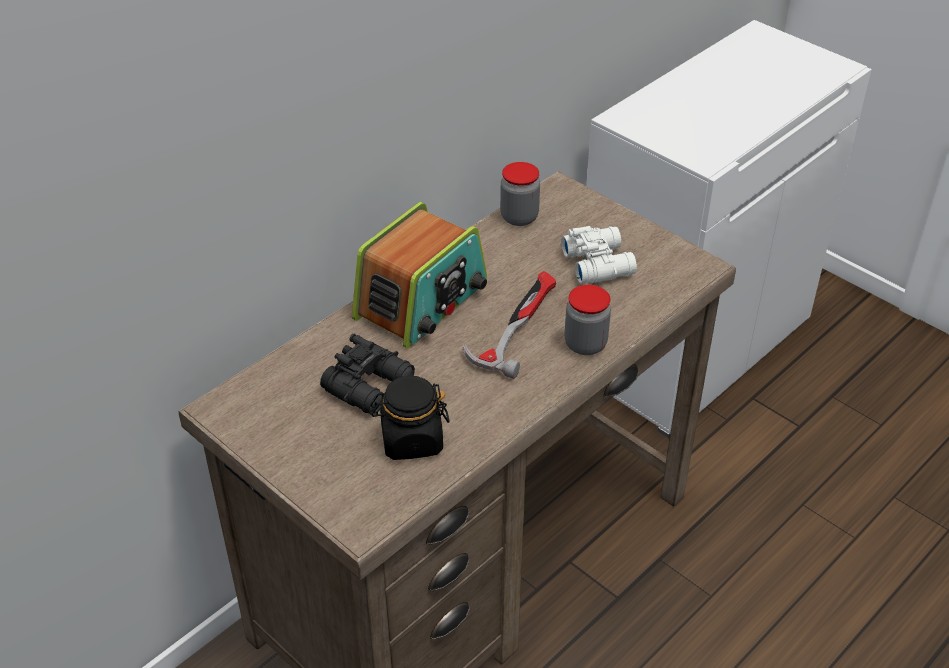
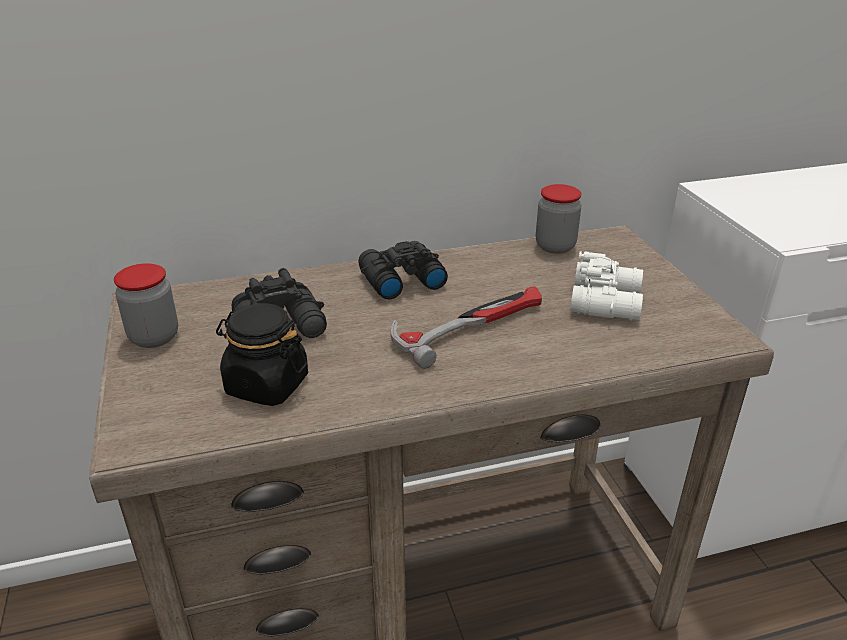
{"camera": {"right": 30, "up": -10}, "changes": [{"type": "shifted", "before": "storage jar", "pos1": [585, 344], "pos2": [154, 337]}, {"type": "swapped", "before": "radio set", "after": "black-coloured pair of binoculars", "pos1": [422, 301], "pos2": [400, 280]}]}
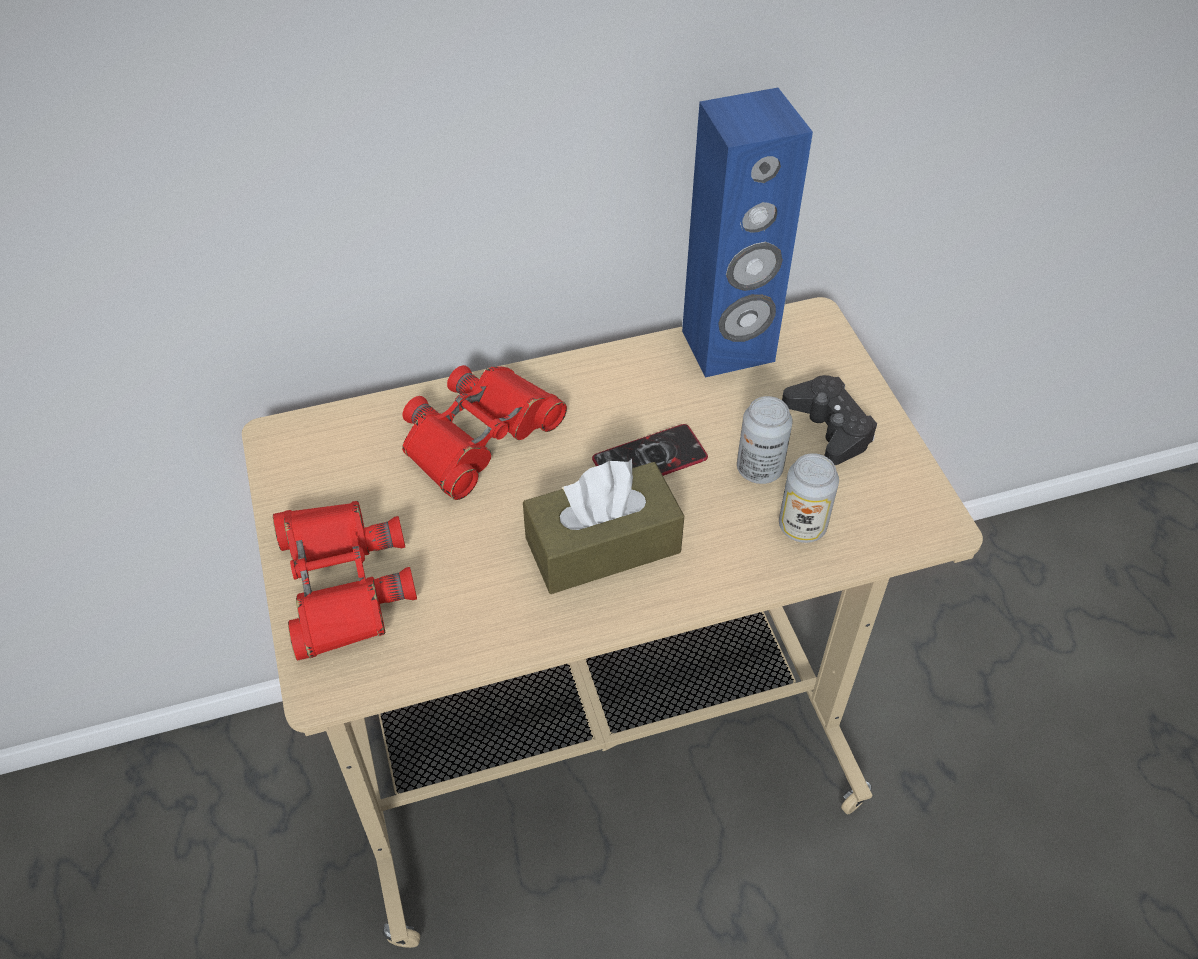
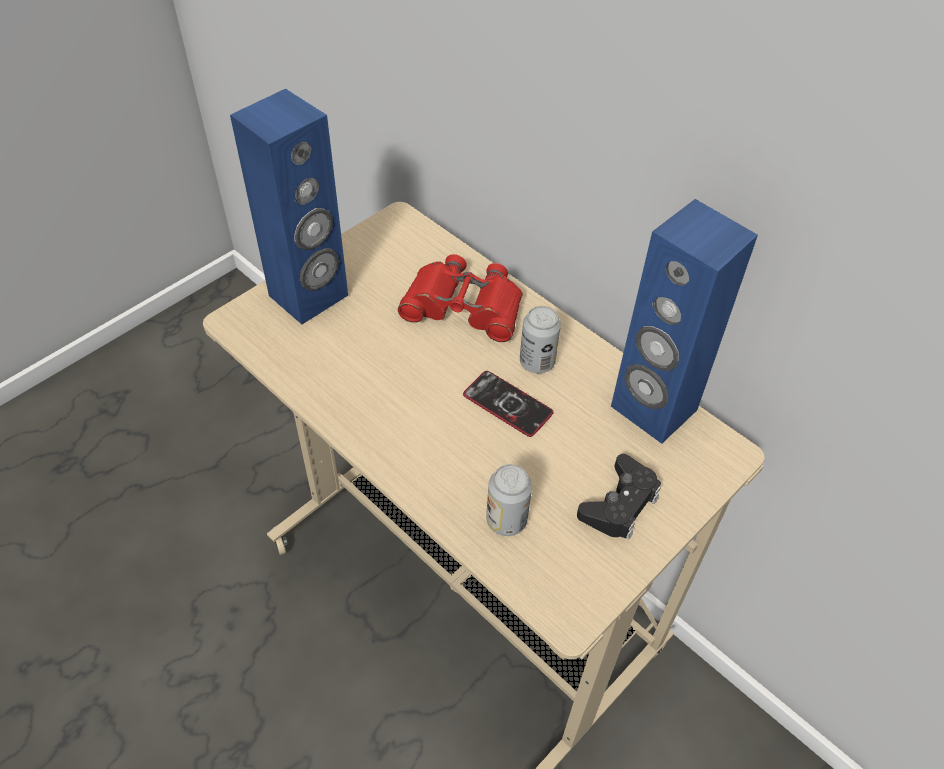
{"camera": {"right": 60, "up": 0}, "changes": [{"type": "gone", "before": "brown tissue holder", "pos1": [603, 545]}, {"type": "shifted", "before": "sealed can", "pos1": [759, 469], "pos2": [537, 362]}, {"type": "swapped", "before": "red pair of binoculars", "after": "blue-coloured loudspeaker", "pos1": [342, 583], "pos2": [309, 296]}]}
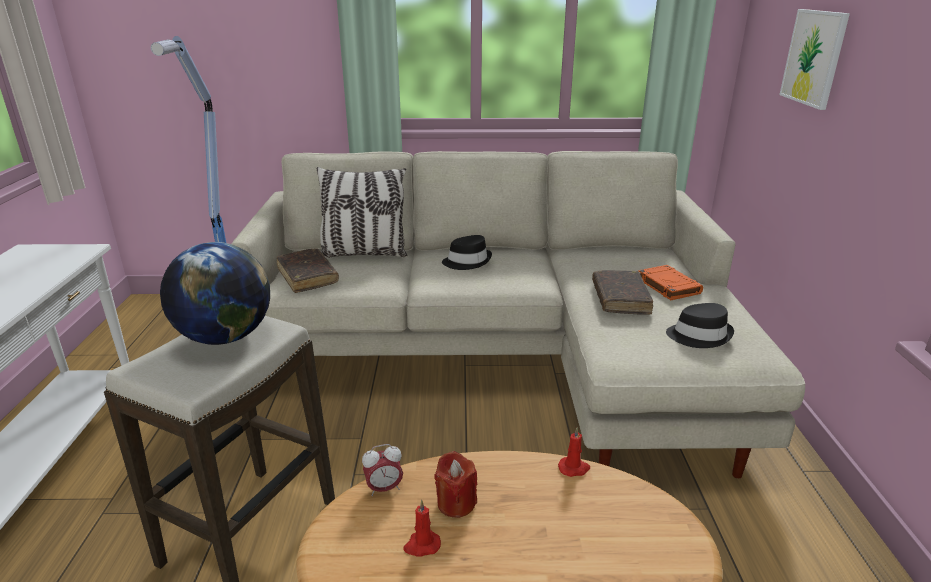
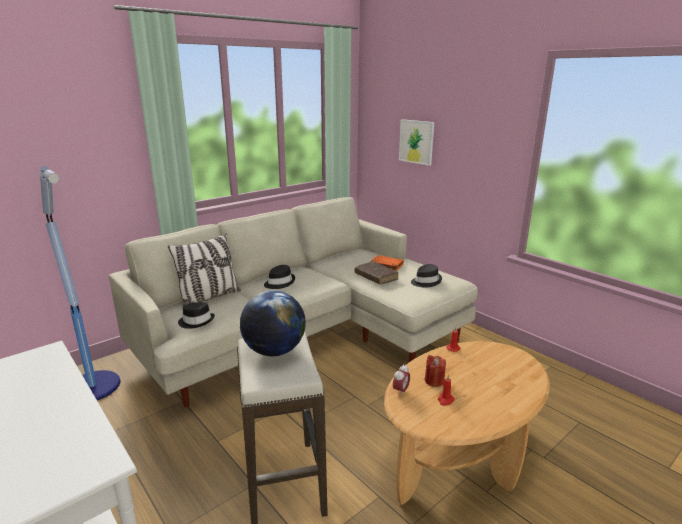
{"camera": {"right": -40, "up": -5}, "changes": [{"type": "swapped", "before": "brown book", "after": "black-coloured hat", "pos1": [307, 277], "pos2": [196, 321]}]}
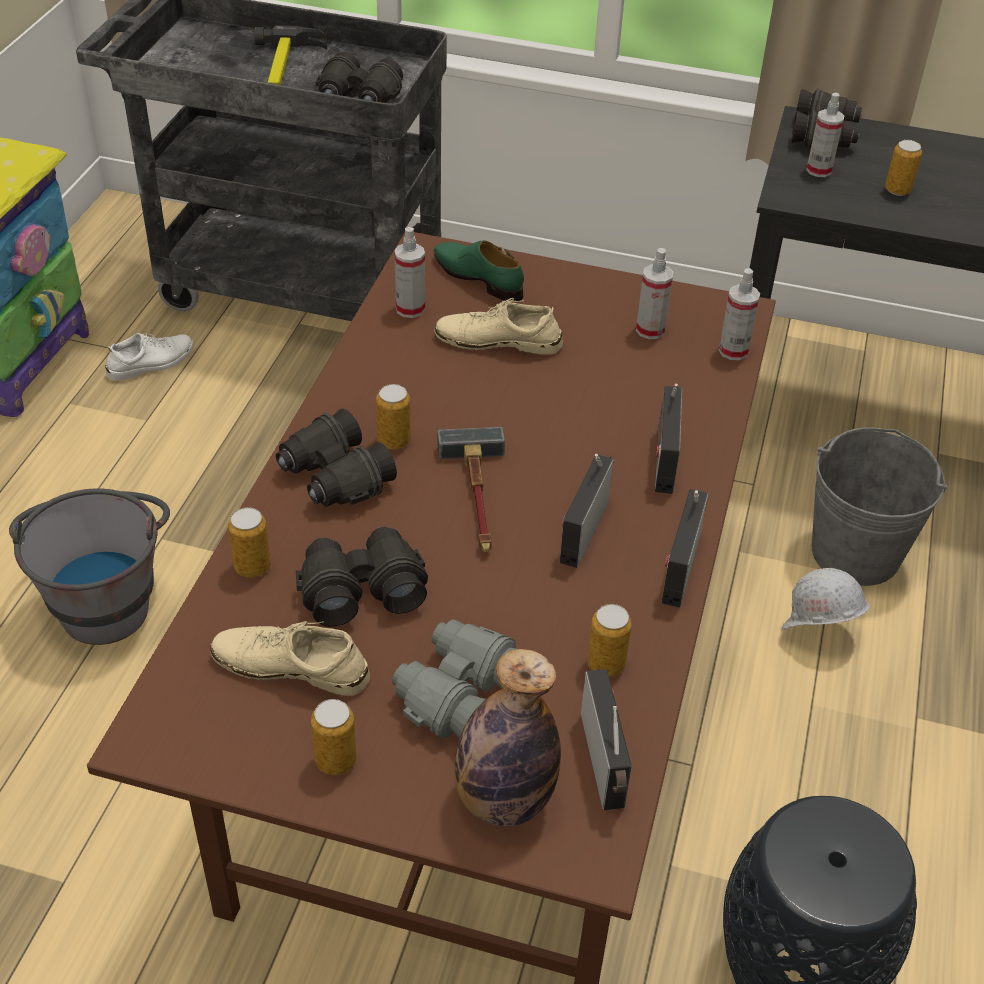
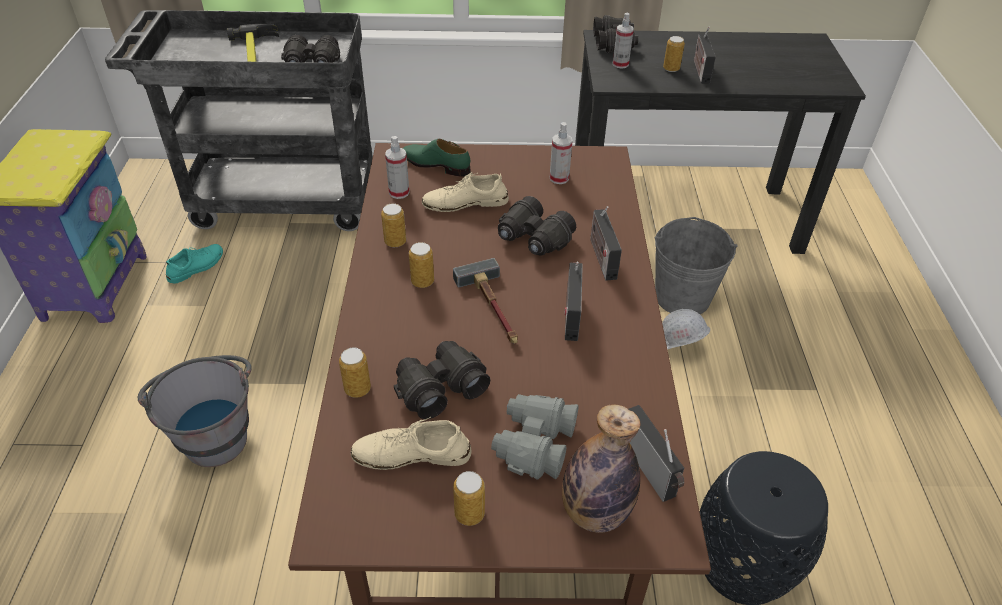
{"camera": {"right": -15, "up": 0}, "changes": [{"type": "gone", "before": "hand sprayer", "pos1": [733, 351]}, {"type": "shifted", "before": "black-coloured pair of binoculars", "pos1": [334, 477], "pos2": [533, 239]}, {"type": "shifted", "before": "sealed can", "pos1": [606, 664], "pos2": [395, 242]}, {"type": "shifted", "before": "radio set", "pos1": [680, 564], "pos2": [700, 70]}, {"type": "repainted", "before": "white item of footwear", "after": "turquoise-coloured item of footwear", "pos1": [151, 362], "pos2": [196, 267]}]}
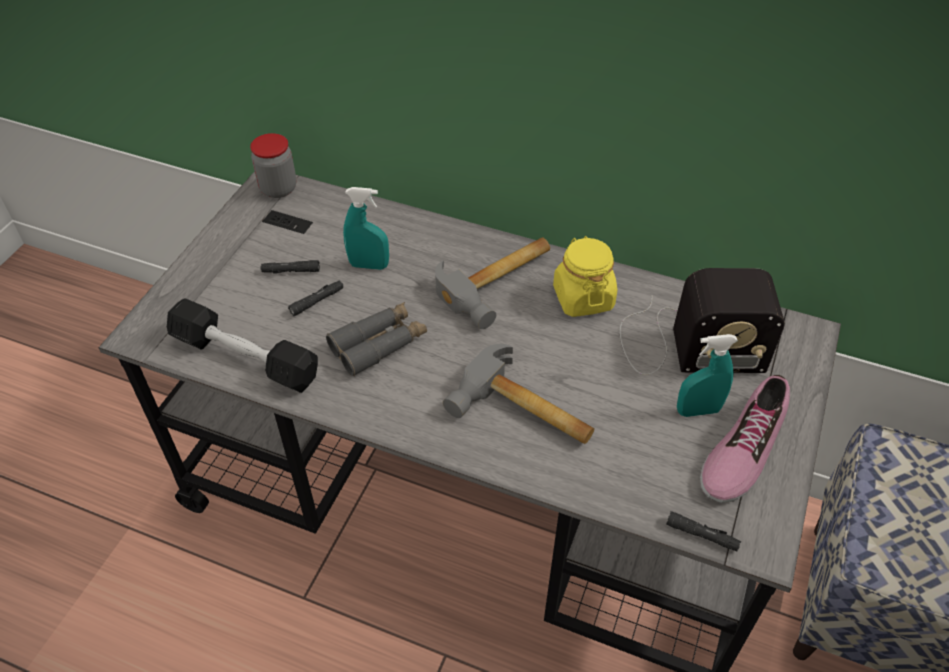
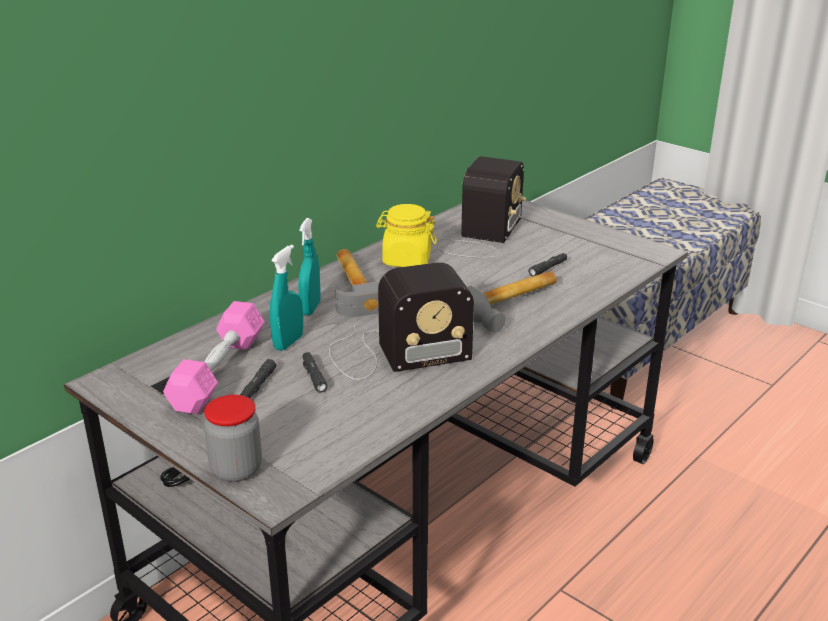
{"camera": {"right": -70, "up": -20}, "changes": [{"type": "gone", "before": "black-coloured free weight", "pos1": [245, 358]}, {"type": "gone", "before": "item of footwear", "pos1": [742, 448]}, {"type": "new", "after": "pink-coloured free weight", "pos2": [218, 372]}, {"type": "shifted", "before": "storage jar", "pos1": [278, 188], "pos2": [236, 469]}, {"type": "shifted", "before": "black-coloured torch", "pos1": [702, 535], "pos2": [548, 268]}, {"type": "shifted", "before": "turquoise-coloured hand sprayer", "pos1": [698, 410], "pos2": [310, 308]}, {"type": "swapped", "before": "greyish pair of binoculars", "after": "radio set", "pos1": [379, 344], "pos2": [393, 353]}]}
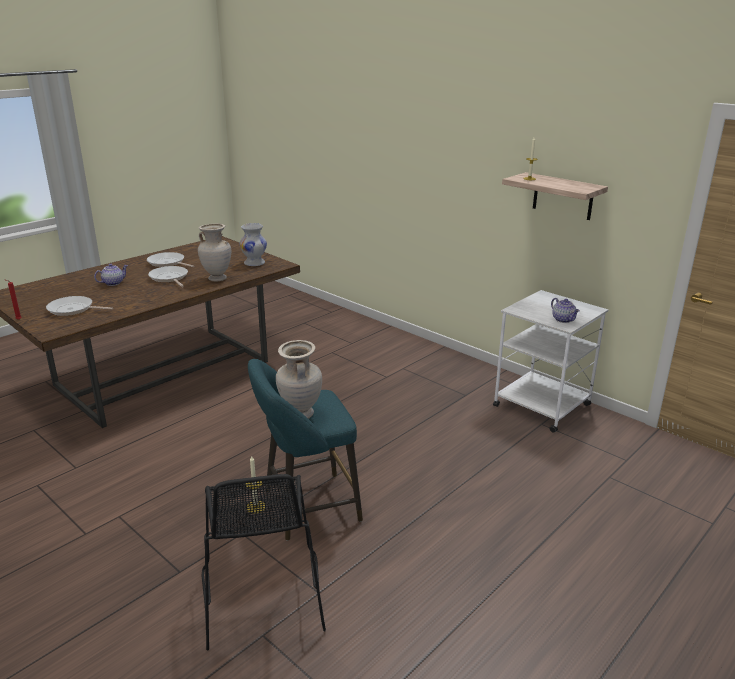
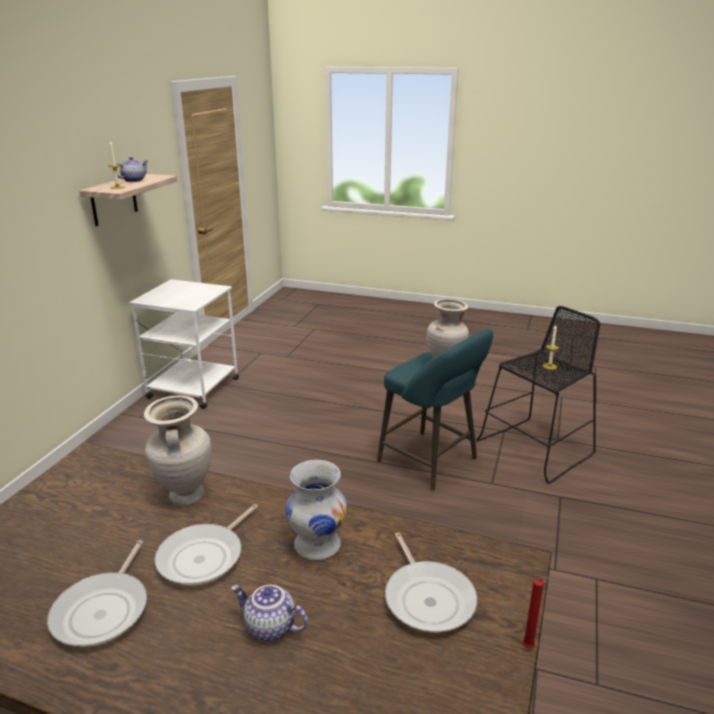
{"camera": {"right": -115, "up": 0}, "changes": [{"type": "shifted", "before": "white flower vase", "pos1": [254, 263], "pos2": [317, 545]}, {"type": "shifted", "before": "pot for tea", "pos1": [563, 320], "pos2": [133, 180]}]}
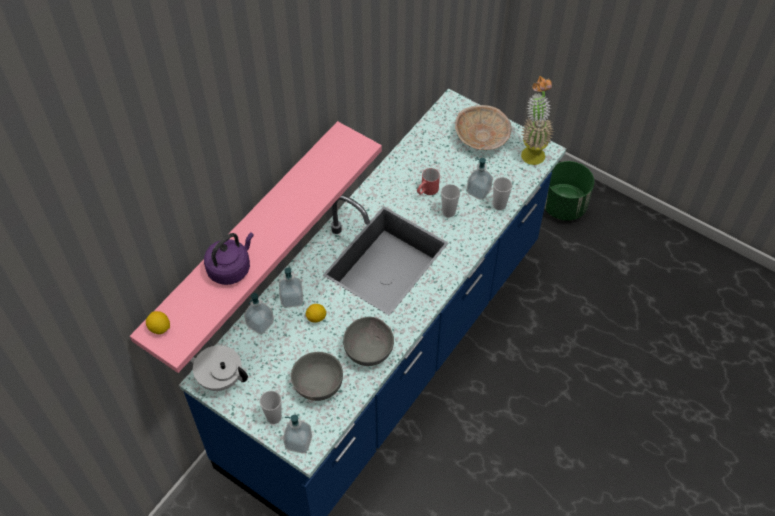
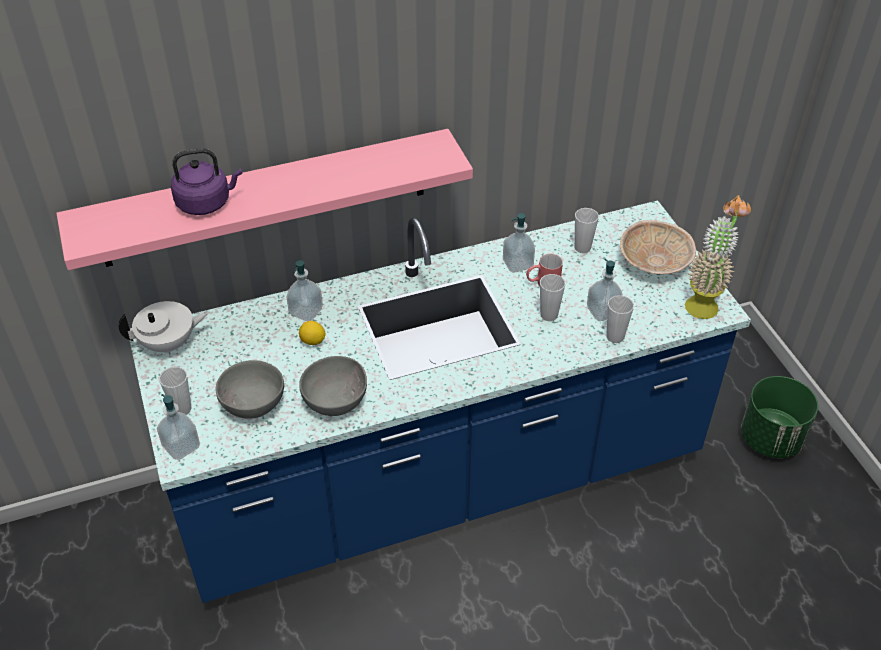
{"camera": {"right": 35, "up": -10}, "changes": [{"type": "gone", "before": "citrus fruit", "pos1": [159, 328]}, {"type": "new", "after": "drinking cup", "pos2": [582, 248]}, {"type": "shifted", "before": "soap bottle", "pos1": [260, 323], "pos2": [517, 264]}, {"type": "rotated", "before": "white pot for tea", "pos1": [220, 377], "pos2": [169, 344], "turn": 105}]}
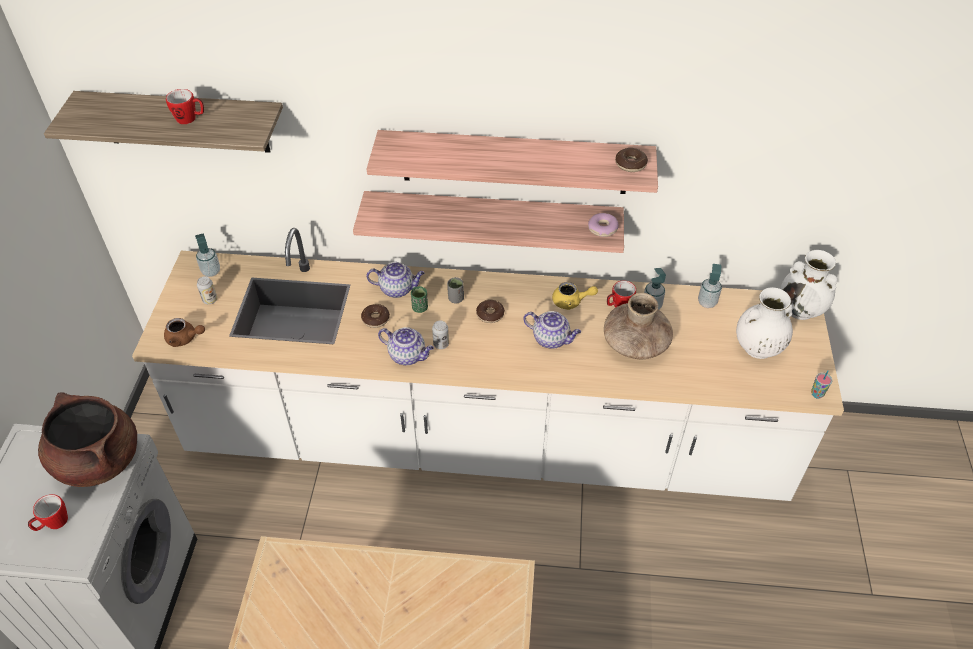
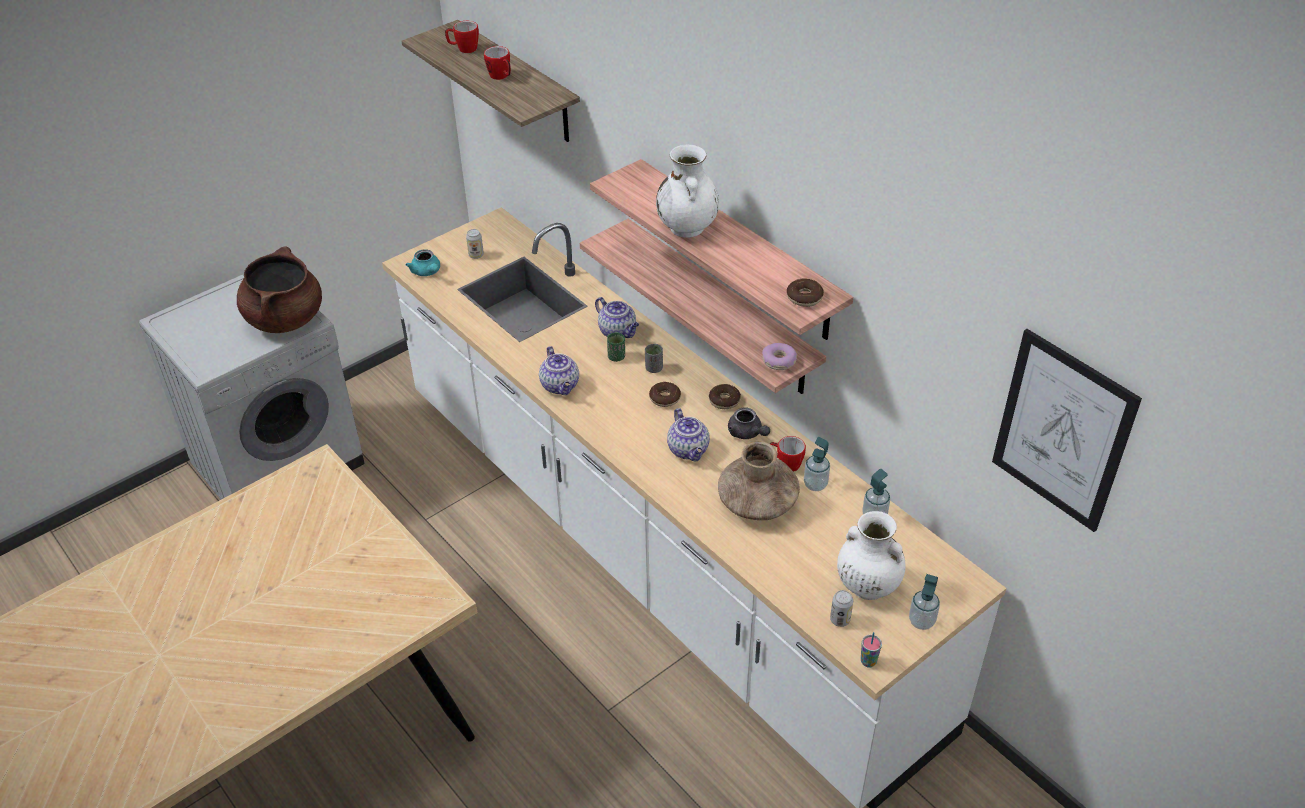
{"camera": {"right": 45, "up": -5}, "changes": [{"type": "new", "after": "wall picture", "pos2": [1062, 431]}, {"type": "shifted", "before": "coffee mug", "pos1": [53, 523], "pos2": [463, 49]}, {"type": "shifted", "before": "soap bottle", "pos1": [211, 271], "pos2": [921, 621]}, {"type": "shifted", "before": "donut", "pos1": [375, 319], "pos2": [724, 400]}, {"type": "shifted", "before": "sealed can", "pos1": [441, 344], "pos2": [840, 620]}, {"type": "shifted", "before": "white flower vase", "pos1": [801, 310], "pos2": [687, 228]}, {"type": "repainted", "before": "brown pot for tea", "after": "turquoise-coloured pot for tea", "pos1": [185, 339], "pos2": [427, 272]}, {"type": "repainted", "before": "yellow-coloured pot for tea", "after": "greyish pot for tea", "pos1": [571, 302], "pos2": [747, 433]}]}
